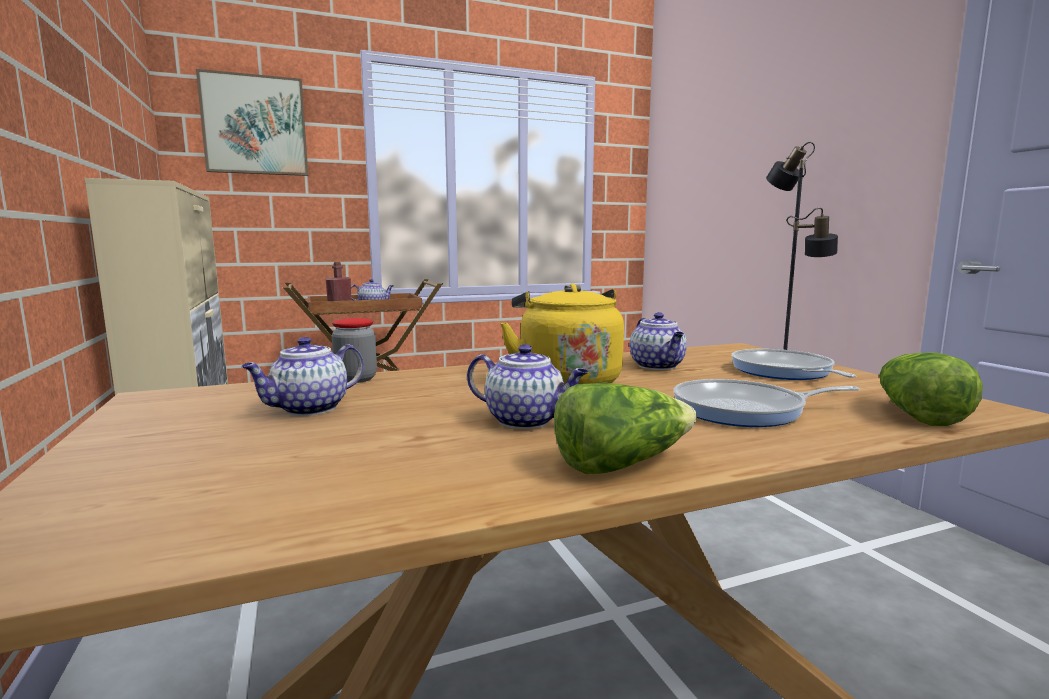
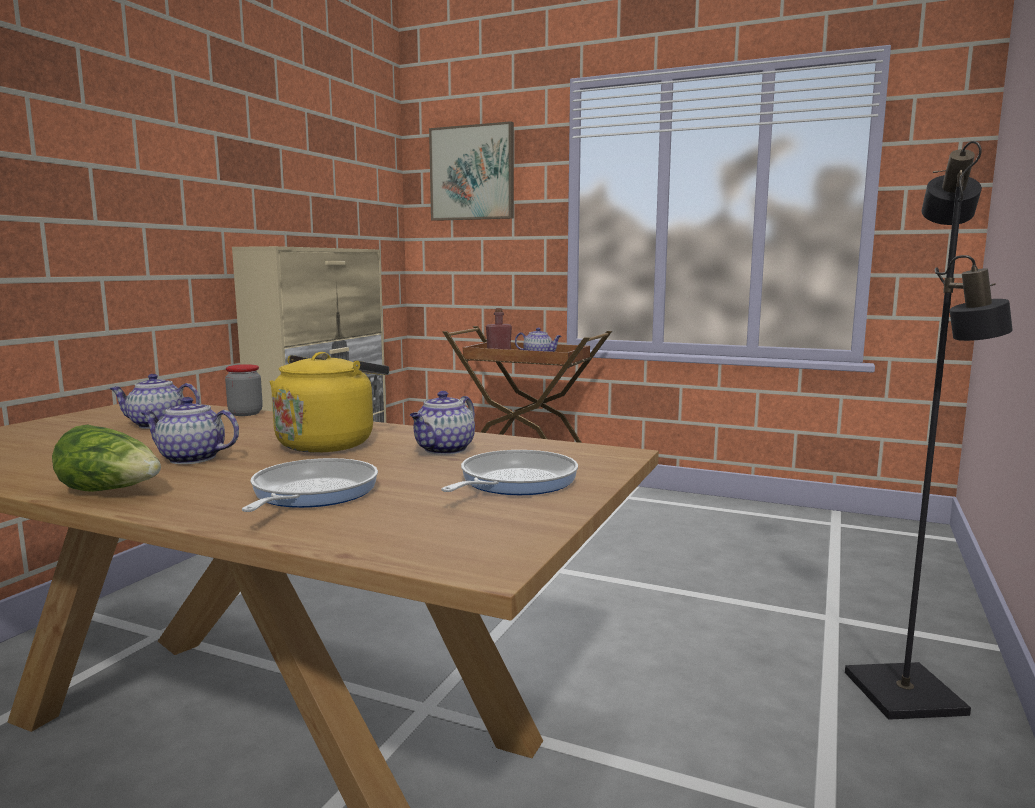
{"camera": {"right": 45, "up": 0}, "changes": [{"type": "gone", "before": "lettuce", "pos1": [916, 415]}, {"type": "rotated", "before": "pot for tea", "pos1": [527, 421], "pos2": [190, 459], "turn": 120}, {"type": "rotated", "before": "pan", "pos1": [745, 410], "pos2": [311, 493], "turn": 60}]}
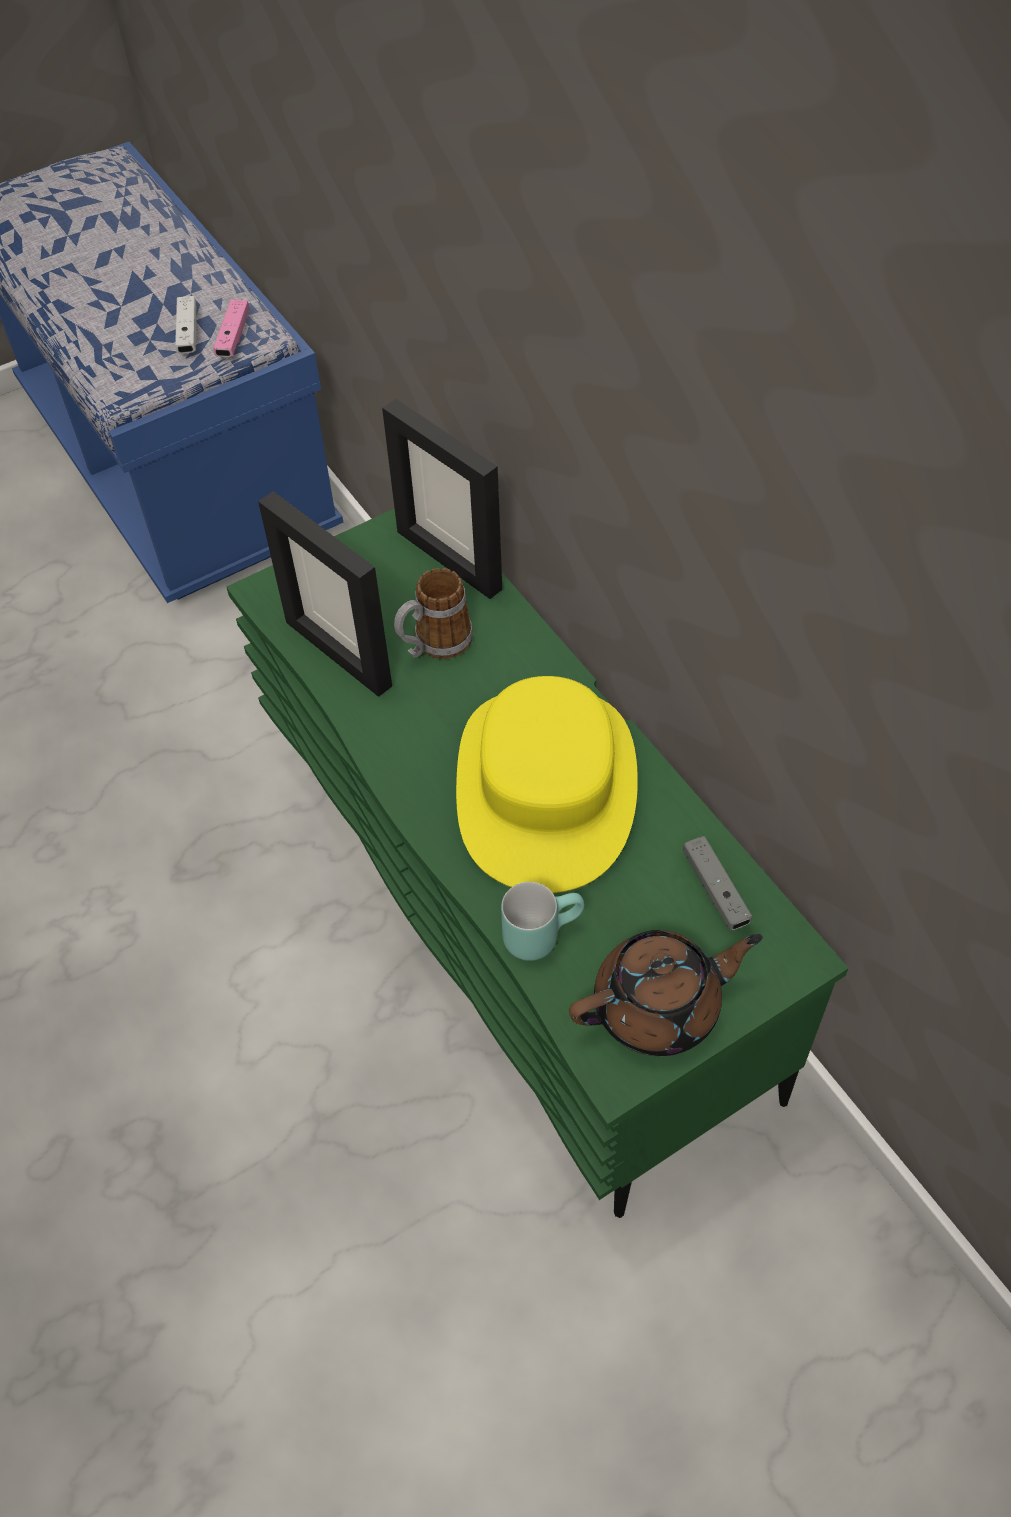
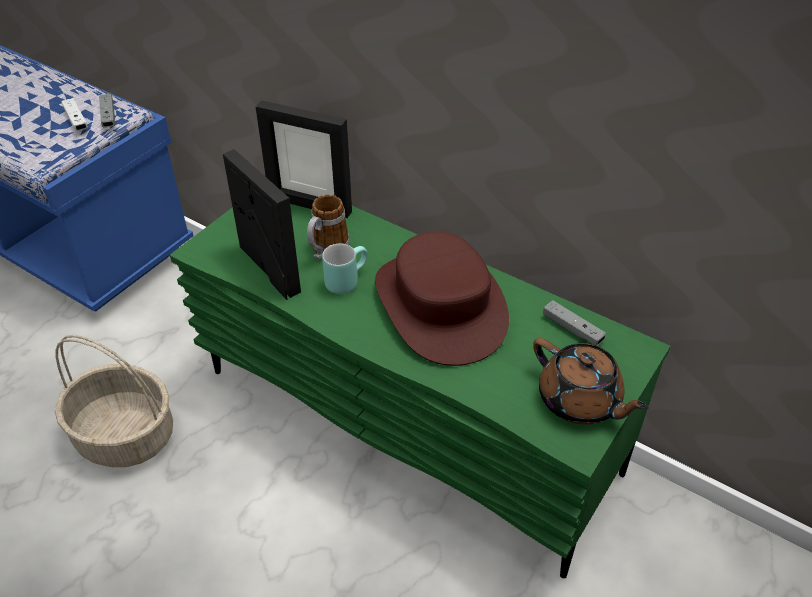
{"camera": {"right": -25, "up": -10}, "changes": [{"type": "new", "after": "basket", "pos2": [126, 436]}, {"type": "shifted", "before": "turquoise-coloured coffee mug", "pos1": [540, 931], "pos2": [345, 280]}, {"type": "repainted", "before": "pink-coloured gamepad", "after": "greyish gamepad", "pos1": [233, 337], "pos2": [108, 116]}, {"type": "repainted", "before": "yellow-coloured hat", "after": "brown hat", "pos1": [546, 787], "pos2": [441, 305]}, {"type": "rotated", "before": "standing frame", "pos1": [340, 652], "pos2": [267, 270], "turn": -150}, {"type": "rotated", "before": "brown pot for tea", "pos1": [659, 1006], "pos2": [580, 401], "turn": 90}]}
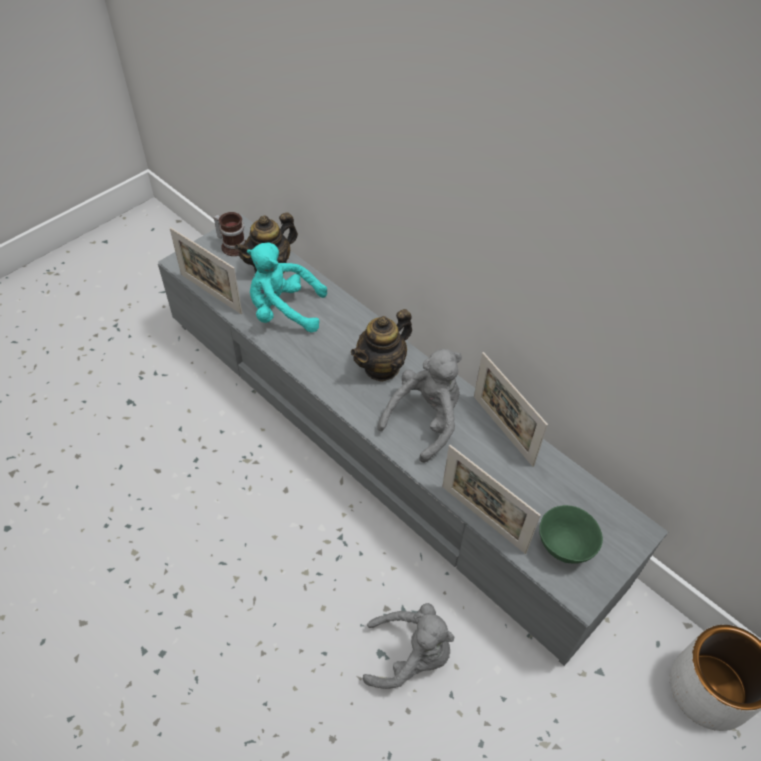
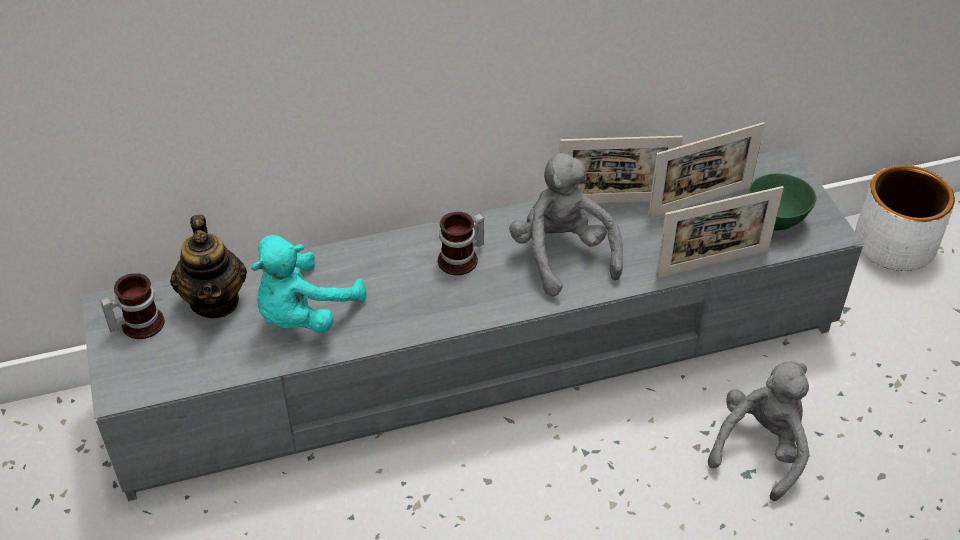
{"camera": {"right": -60, "up": -5}, "changes": [{"type": "shifted", "before": "standing frame", "pos1": [211, 294], "pos2": [700, 202]}, {"type": "swapped", "before": "pot for tea", "after": "coffee mug", "pos1": [382, 367], "pos2": [462, 260]}]}
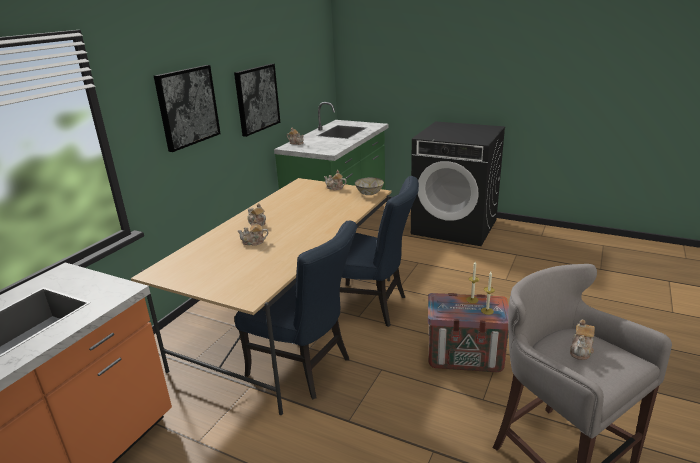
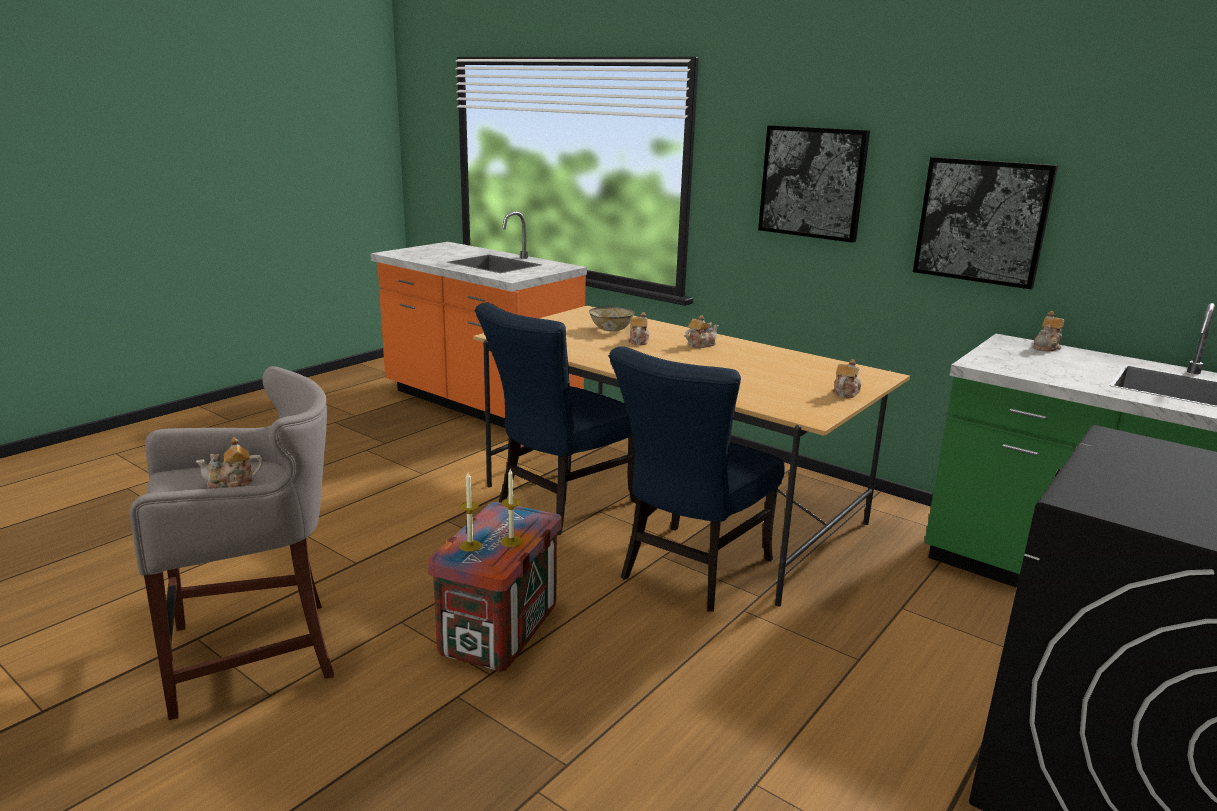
{"camera": {"right": 100, "up": -5}, "changes": [{"type": "shifted", "before": "bowl", "pos1": [369, 193], "pos2": [611, 329]}, {"type": "rotated", "before": "pot for tea", "pos1": [581, 350], "pos2": [232, 483], "turn": -60}]}
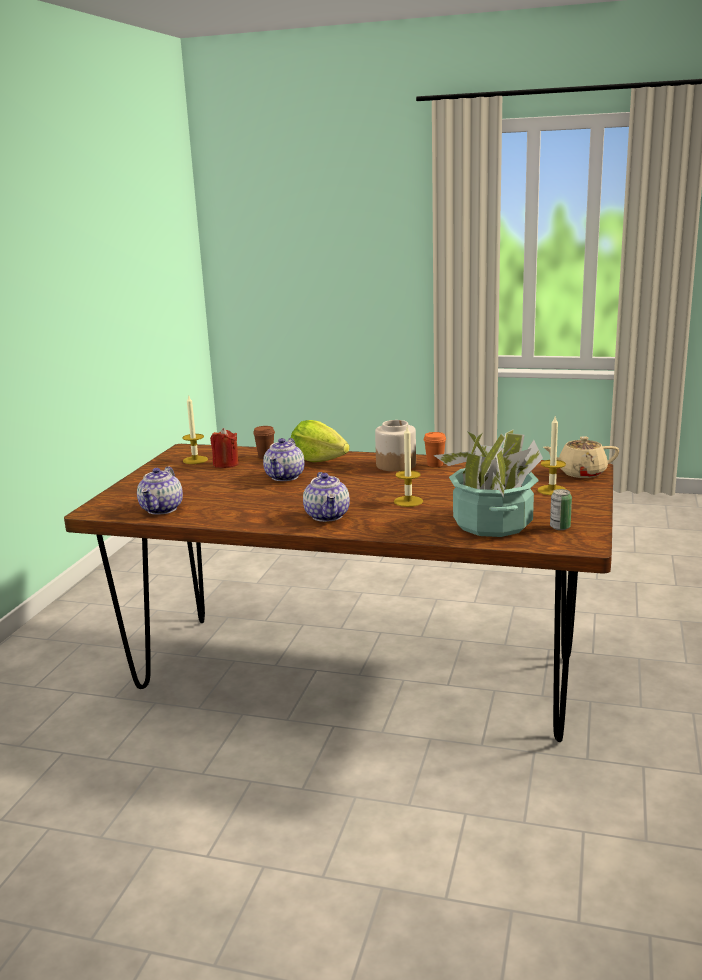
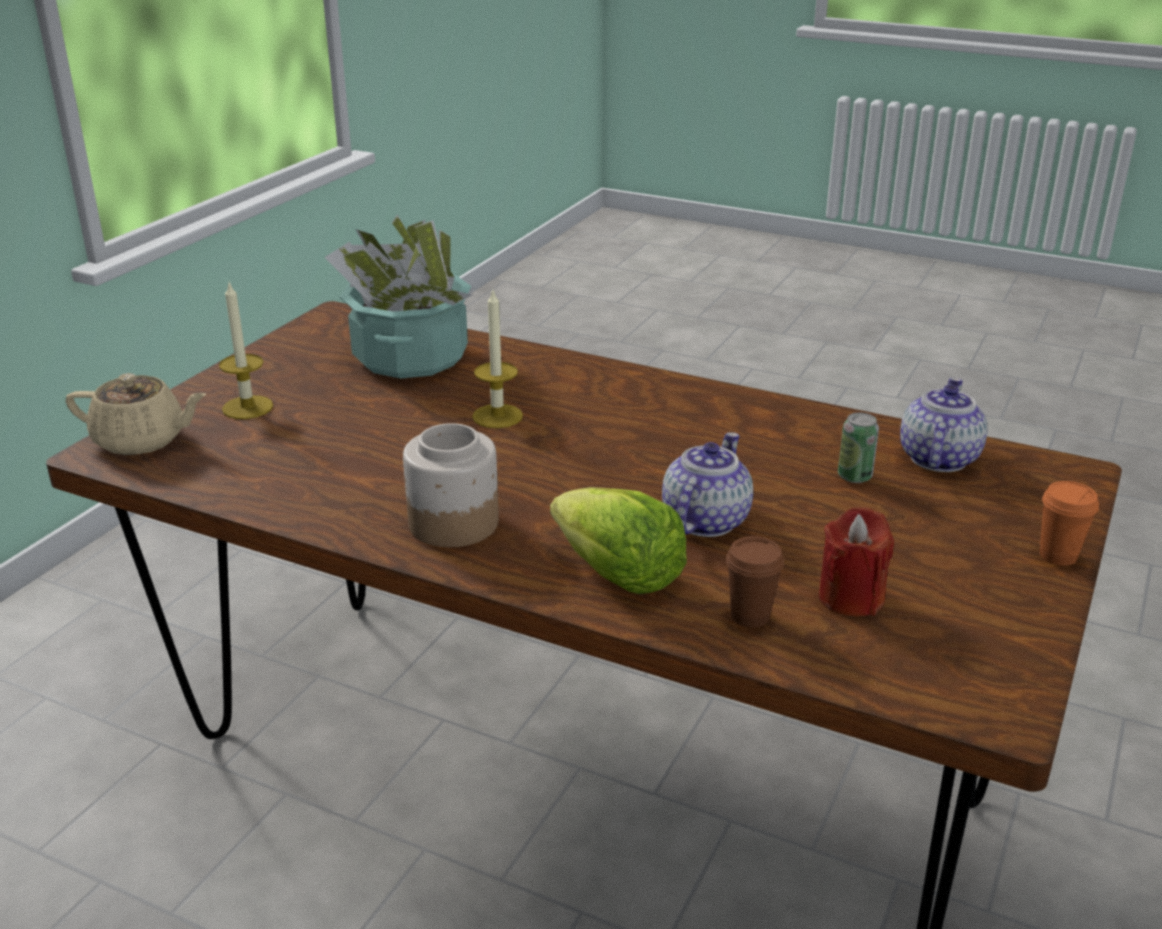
{"camera": {"right": -170, "up": 10}, "changes": [{"type": "gone", "before": "candle", "pos1": [195, 460]}, {"type": "gone", "before": "pot for tea", "pos1": [328, 516]}, {"type": "shifted", "before": "orangey drinking cup", "pos1": [435, 464], "pos2": [1058, 555]}, {"type": "shifted", "before": "sealed can", "pos1": [560, 527], "pos2": [854, 476]}]}
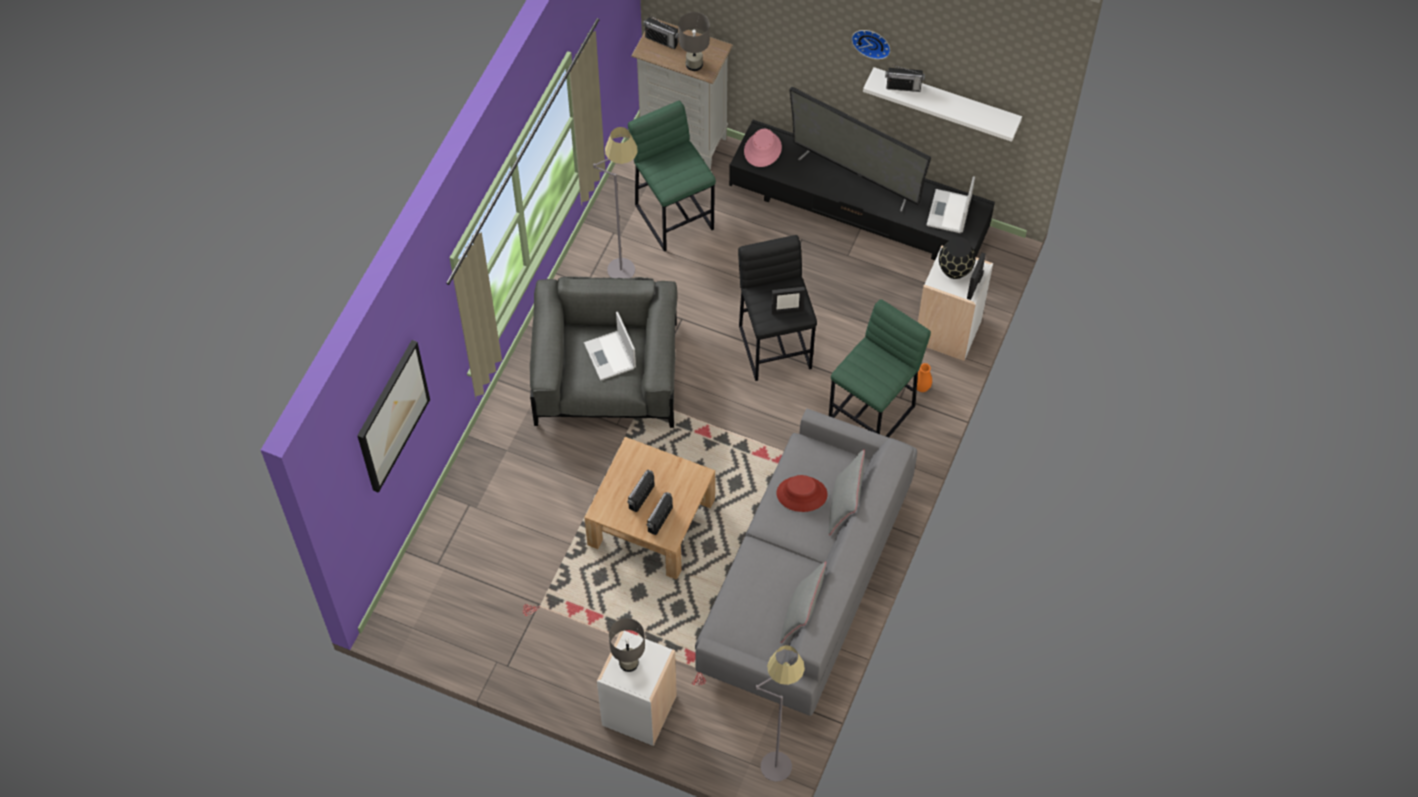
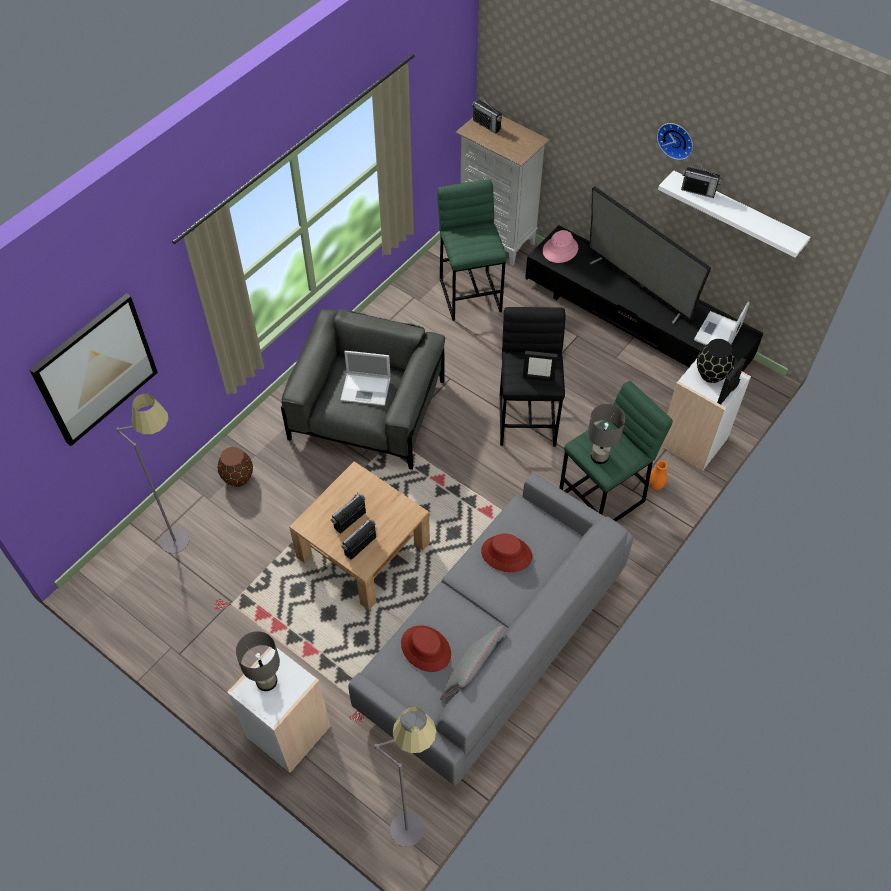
{"camera": {"right": 15, "up": -5}, "changes": [{"type": "gone", "before": "greyish throw pillow", "pos1": [844, 507]}, {"type": "new", "after": "brown flower vase", "pos2": [238, 478]}, {"type": "new", "after": "red hat", "pos2": [426, 648]}, {"type": "shifted", "before": "greyish floor lamp", "pos1": [623, 259], "pos2": [181, 530]}, {"type": "shifted", "before": "greyish tabletop lamp", "pos1": [694, 64], "pos2": [599, 456]}, {"type": "rotated", "before": "laptop", "pos1": [610, 356], "pos2": [367, 389], "turn": -75}]}
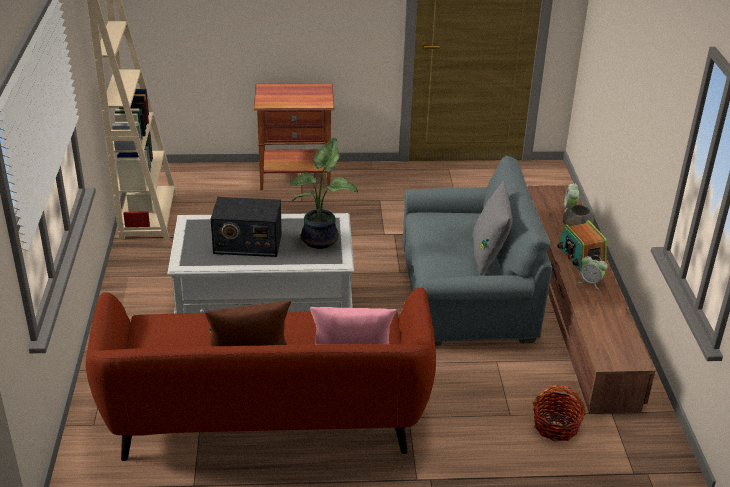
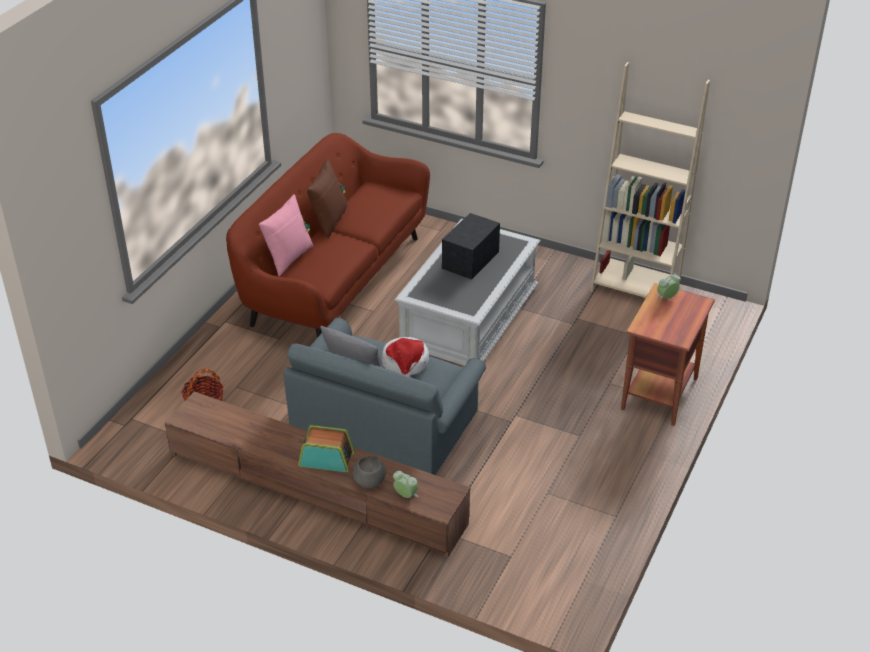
{"camera": {"right": 120, "up": 5}, "changes": [{"type": "gone", "before": "plant in a pot", "pos1": [322, 239]}, {"type": "new", "after": "hat", "pos2": [405, 364]}, {"type": "shifted", "before": "bedside clock", "pos1": [590, 282], "pos2": [666, 298]}]}
